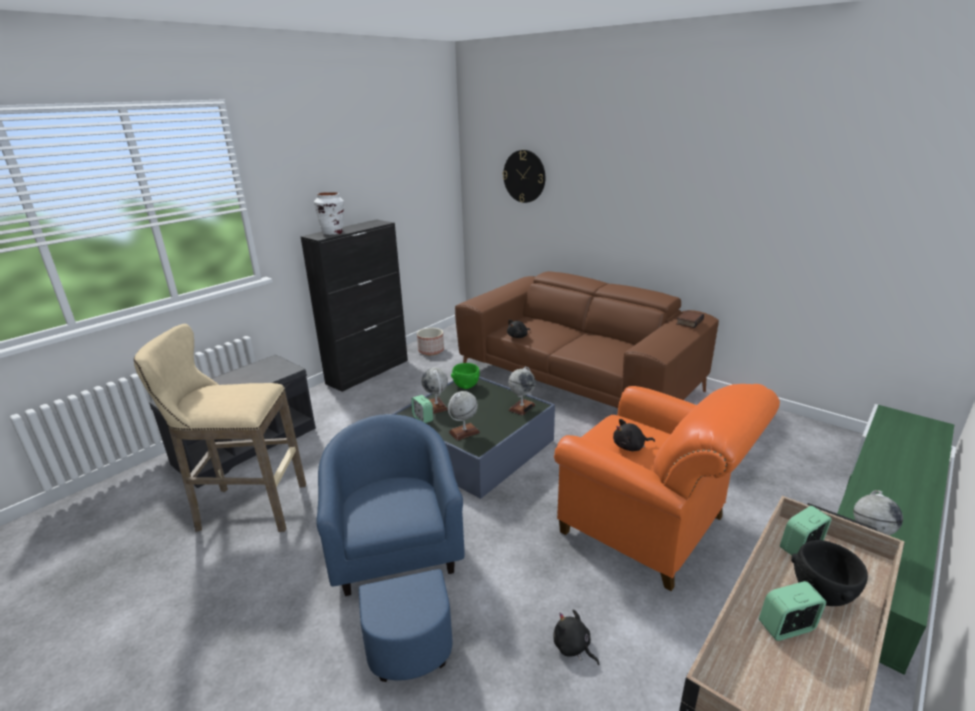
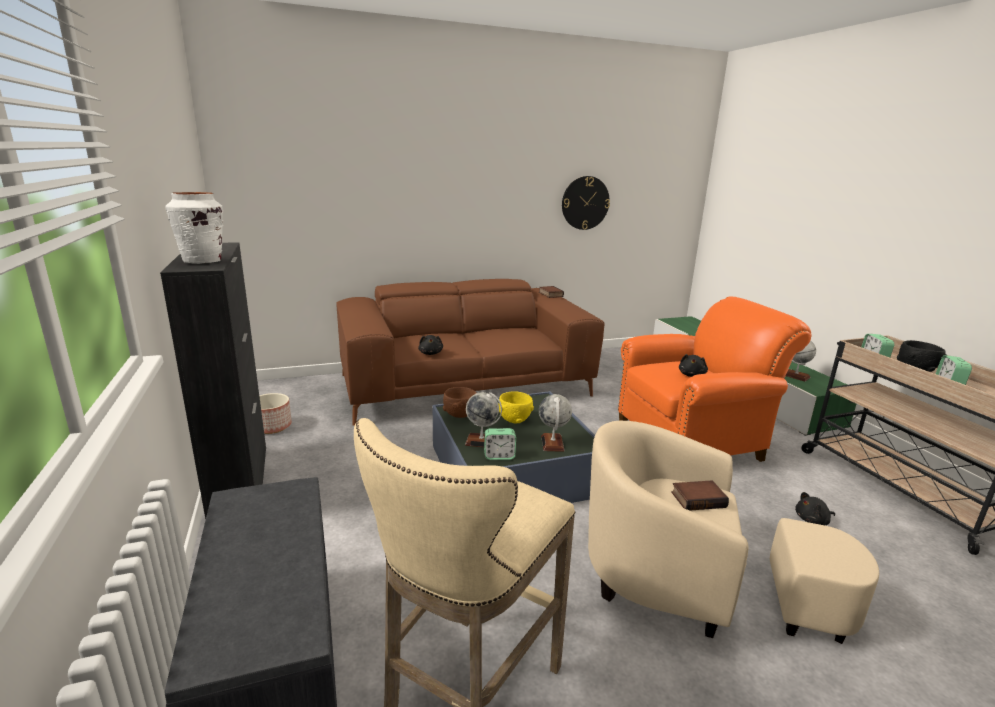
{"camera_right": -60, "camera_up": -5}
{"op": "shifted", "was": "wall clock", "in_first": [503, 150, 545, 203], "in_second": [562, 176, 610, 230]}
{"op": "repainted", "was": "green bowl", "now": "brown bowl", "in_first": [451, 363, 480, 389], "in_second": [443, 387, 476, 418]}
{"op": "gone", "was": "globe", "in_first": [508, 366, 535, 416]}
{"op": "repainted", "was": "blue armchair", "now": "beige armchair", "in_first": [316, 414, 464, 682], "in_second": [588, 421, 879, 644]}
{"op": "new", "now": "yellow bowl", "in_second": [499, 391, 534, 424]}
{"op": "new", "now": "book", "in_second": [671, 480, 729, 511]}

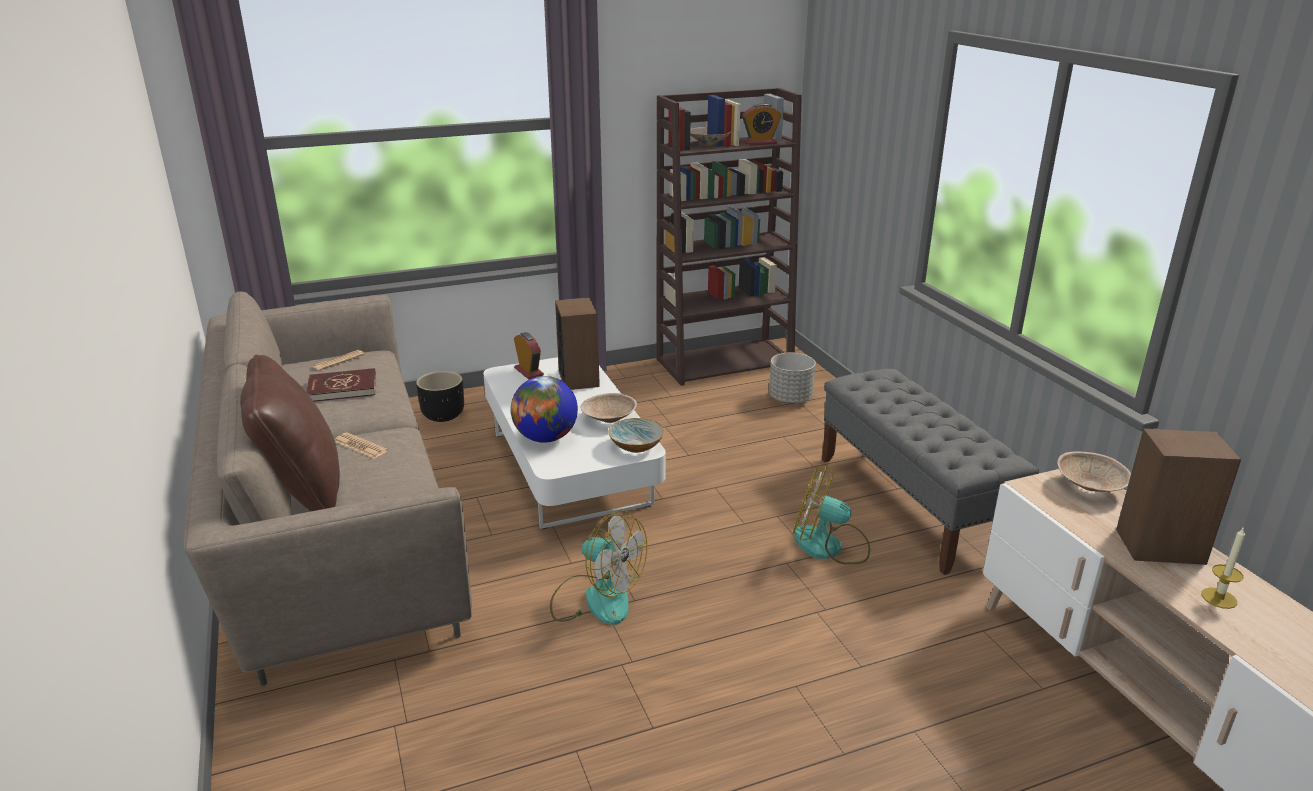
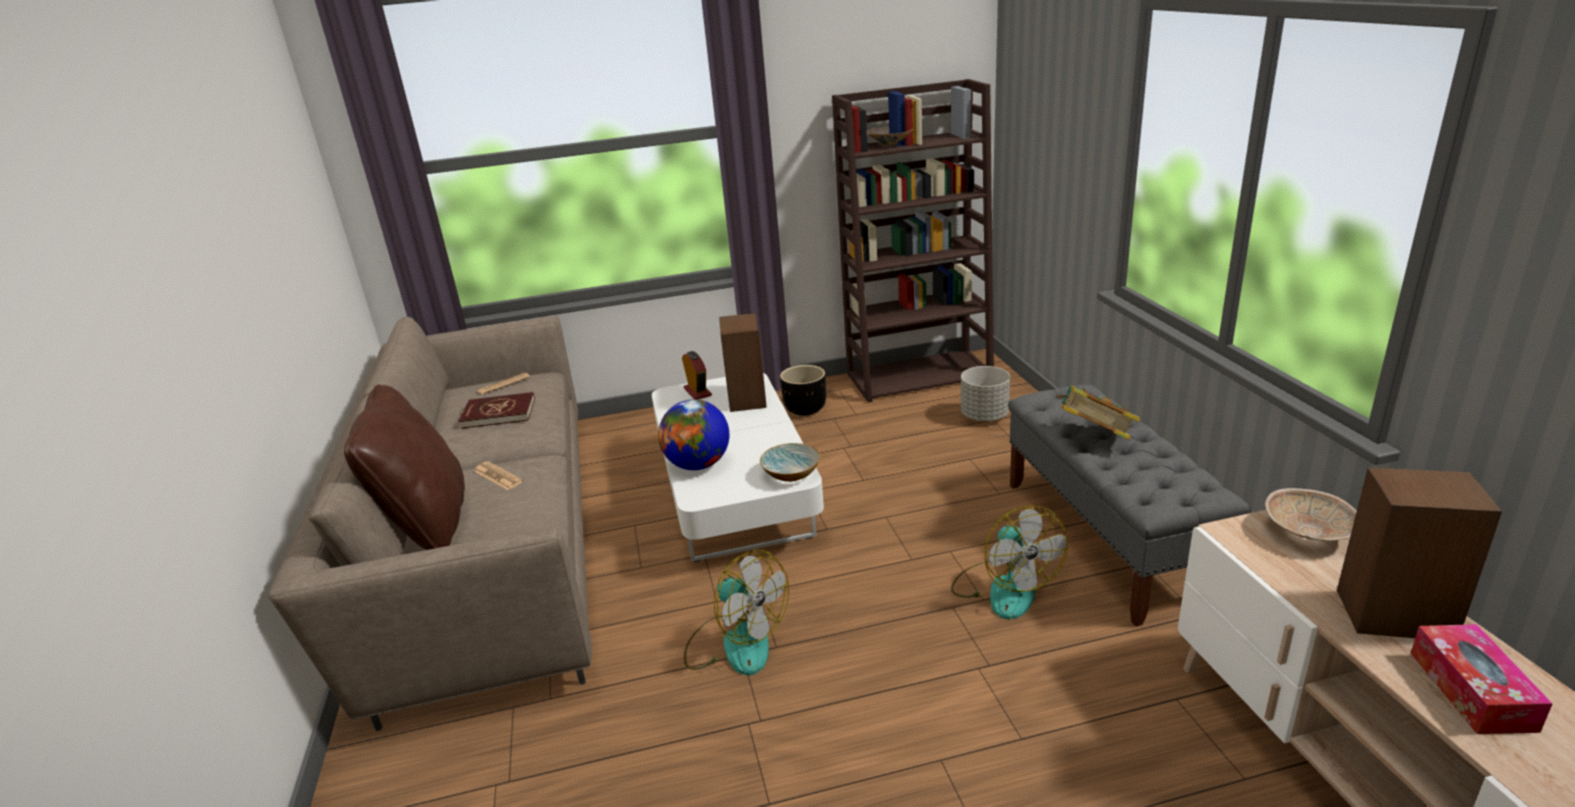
{"camera_right": 10, "camera_up": 0}
{"op": "gone", "was": "alarm clock", "in_first": [742, 103, 781, 145]}
{"op": "shifted", "was": "black planter", "in_first": [416, 371, 464, 422], "in_second": [780, 365, 826, 416]}
{"op": "gone", "was": "beige bowl", "in_first": [581, 393, 637, 423]}
{"op": "rotated", "was": "fan", "in_first": [793, 465, 870, 564], "in_second": [951, 505, 1068, 619], "clockwise": -135}
{"op": "swapped", "was": "candle", "now": "tissue box", "in_first": [1201, 527, 1245, 609], "in_second": [1411, 624, 1553, 734]}
{"op": "new", "now": "book", "in_second": [1056, 385, 1141, 440]}

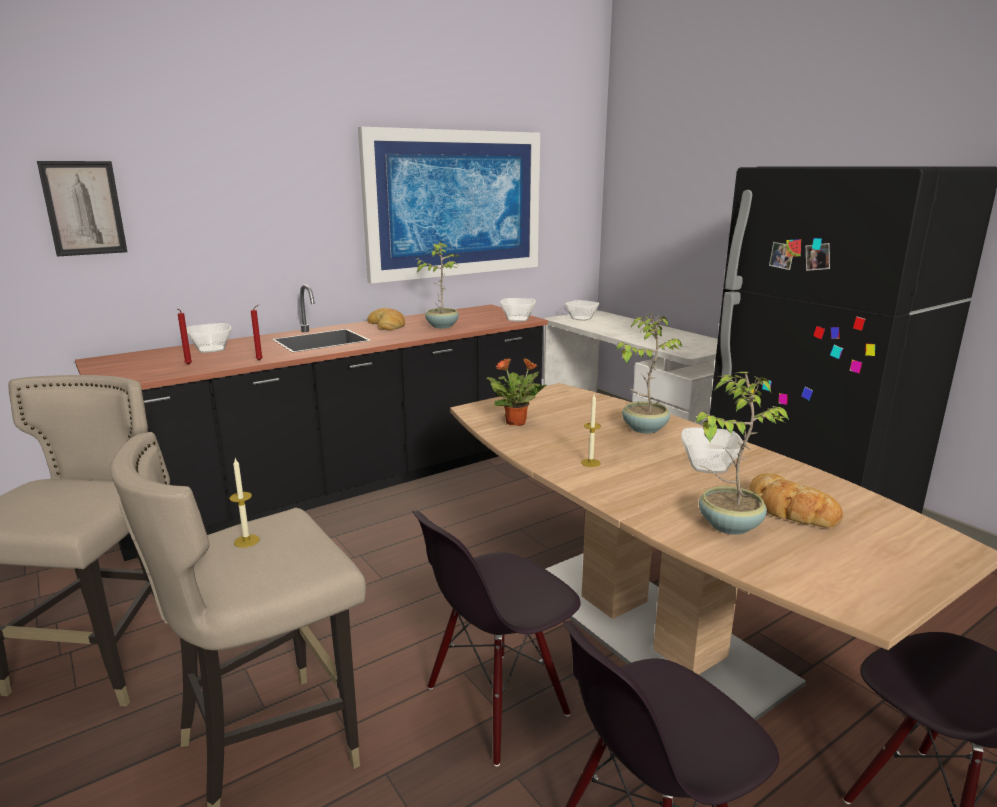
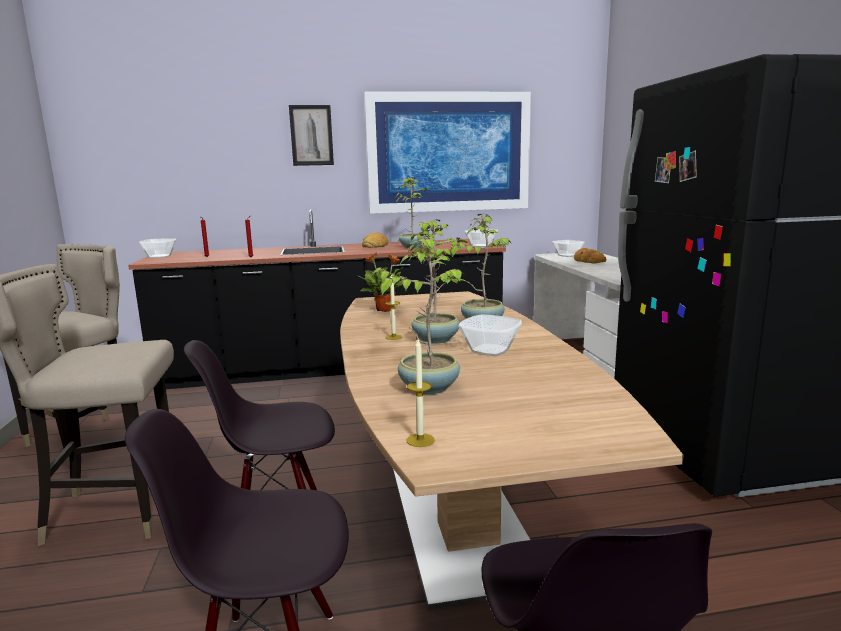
{"camera_right": 25, "camera_up": -5}
{"op": "shifted", "was": "picture", "in_first": [37, 161, 127, 257], "in_second": [289, 105, 334, 166]}
{"op": "shifted", "was": "bowl", "in_first": [186, 323, 232, 353], "in_second": [139, 238, 176, 258]}
{"op": "shifted", "was": "candle", "in_first": [229, 458, 260, 548], "in_second": [406, 340, 435, 447]}
{"op": "shifted", "was": "bread", "in_first": [749, 473, 844, 528], "in_second": [574, 248, 606, 264]}
{"op": "new", "now": "potted plant", "in_second": [407, 219, 467, 344]}

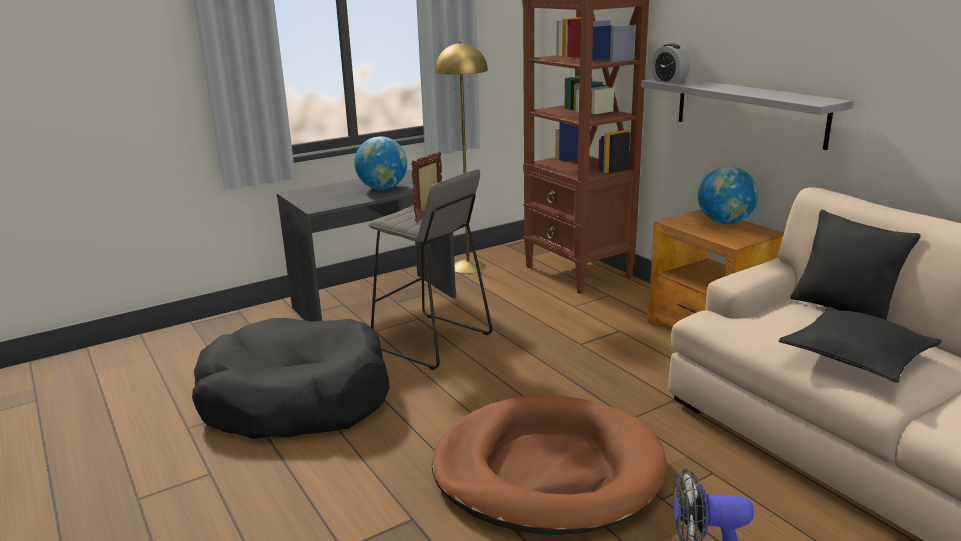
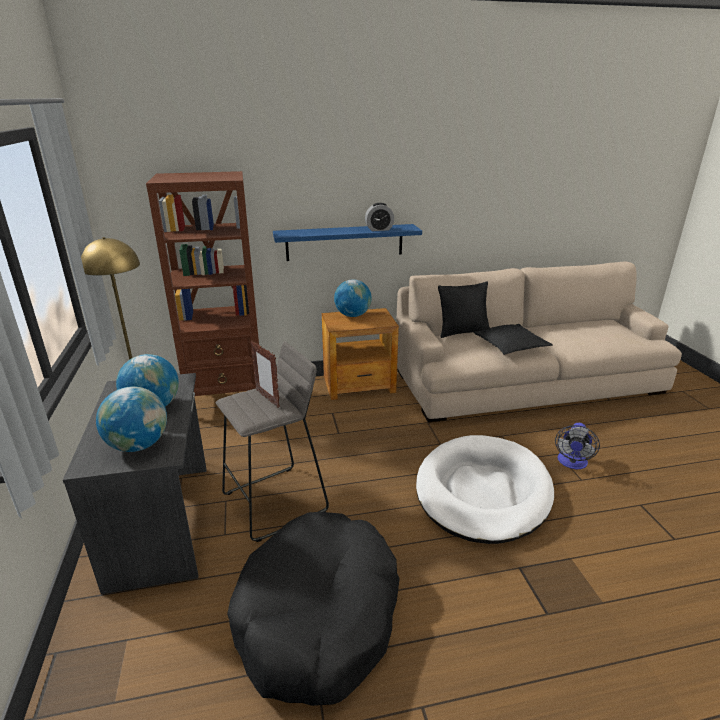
{"camera_right": -70, "camera_up": 5}
{"op": "shifted", "was": "alarm clock", "in_first": [651, 44, 690, 84], "in_second": [365, 203, 394, 231]}
{"op": "repainted", "was": "grey shelf", "now": "blue shelf", "in_first": [641, 79, 853, 150], "in_second": [273, 224, 422, 261]}
{"op": "repainted", "was": "brown dog bed", "now": "white dog bed", "in_first": [432, 395, 667, 535], "in_second": [416, 435, 554, 544]}
{"op": "new", "now": "globe", "in_second": [96, 386, 167, 452]}

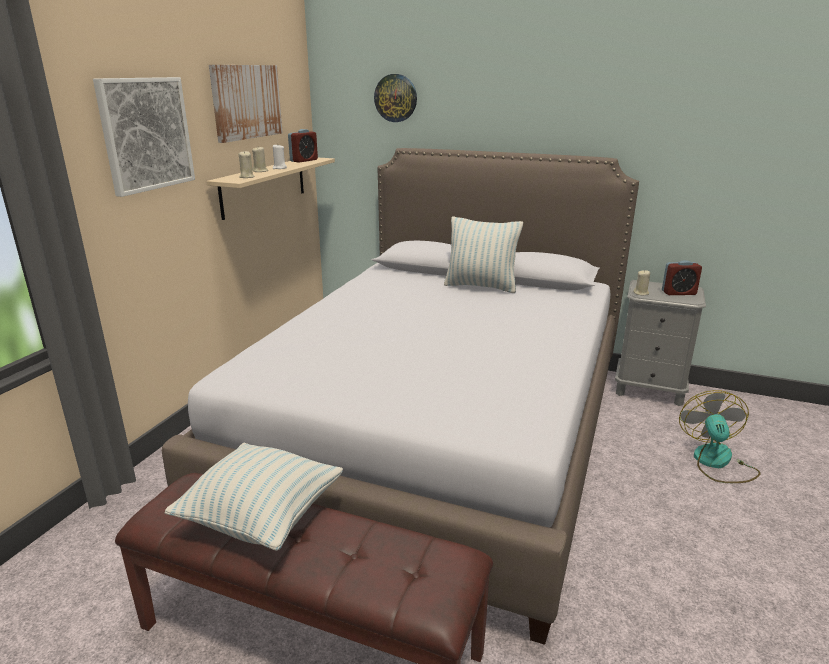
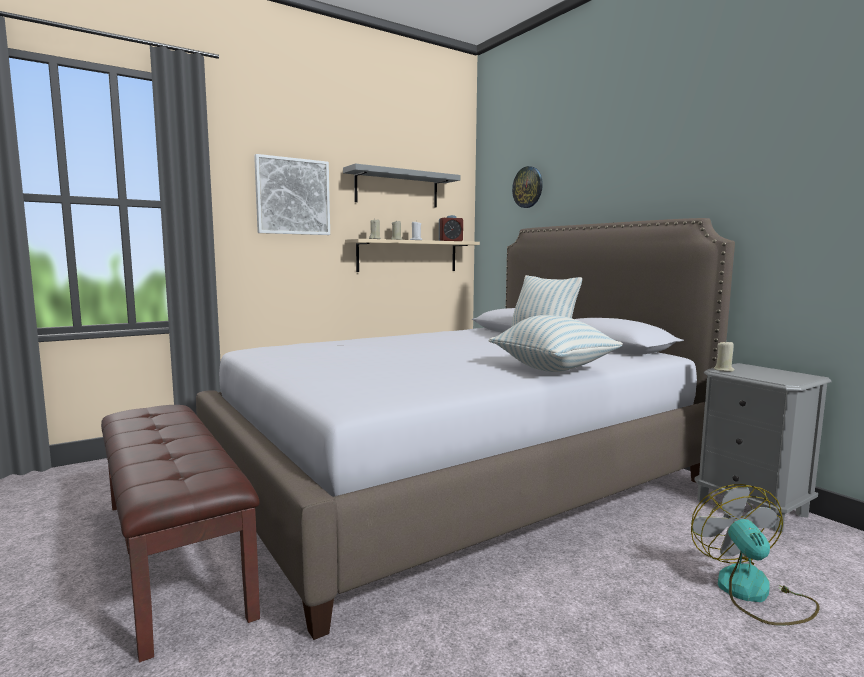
{"camera_right": 35, "camera_up": -15}
{"op": "swapped", "was": "picture", "now": "grey shelf", "in_first": [209, 65, 283, 143], "in_second": [343, 163, 460, 208]}
{"op": "gone", "was": "alarm clock", "in_first": [662, 260, 702, 295]}
{"op": "rotated", "was": "fan", "in_first": [679, 390, 760, 483], "in_second": [691, 484, 820, 626], "clockwise": -45}
{"op": "shifted", "was": "pillow", "in_first": [164, 443, 343, 551], "in_second": [489, 315, 623, 372]}

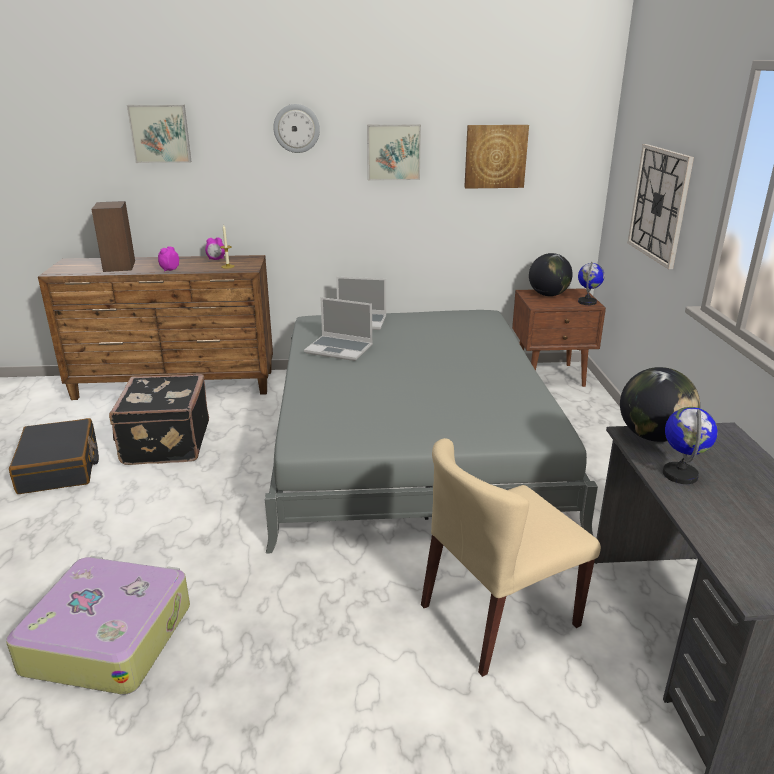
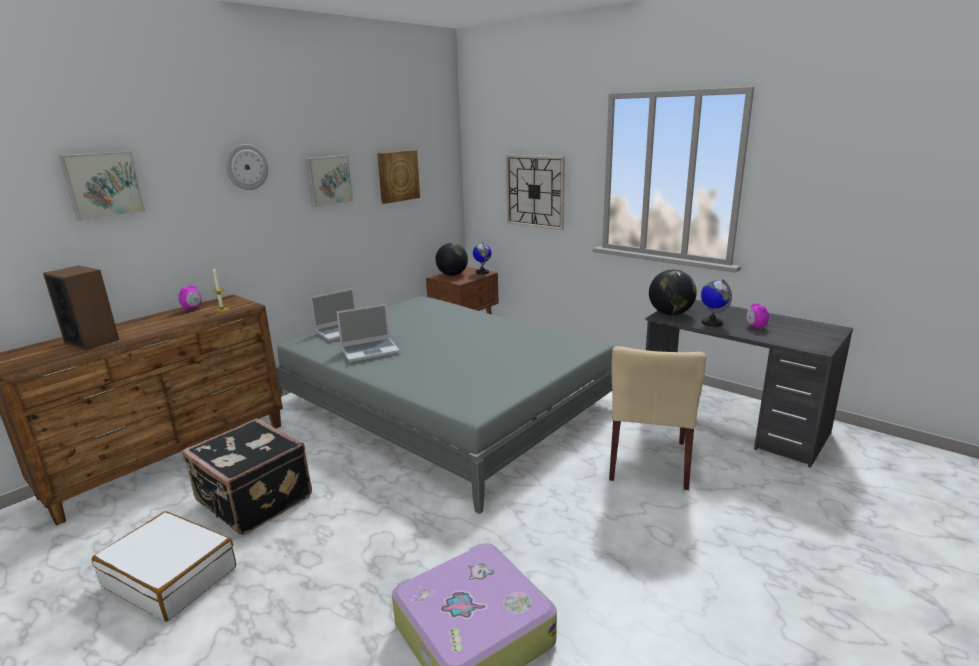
{"camera_right": -45, "camera_up": -5}
{"op": "shifted", "was": "alarm clock", "in_first": [158, 246, 179, 271], "in_second": [746, 303, 769, 329]}
{"op": "repainted", "was": "black suitcase", "now": "white suitcase", "in_first": [9, 418, 99, 494], "in_second": [92, 511, 236, 622]}

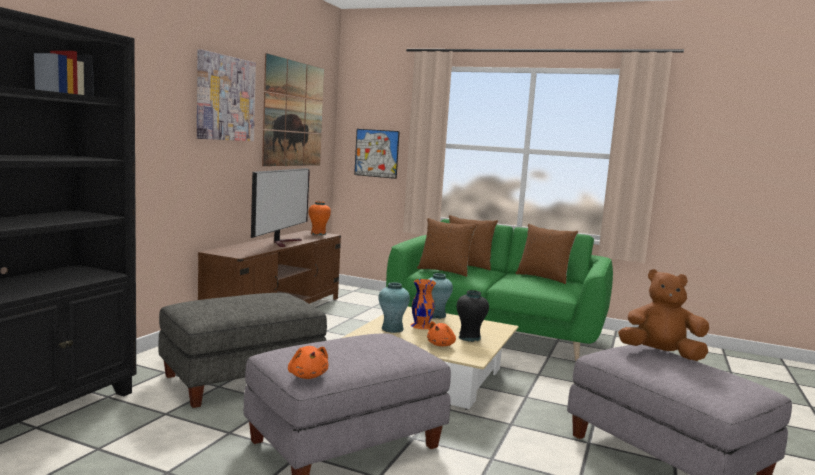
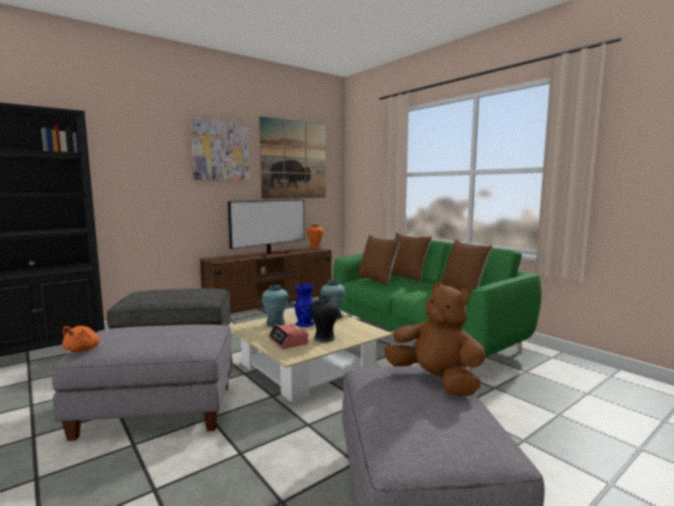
{"camera_right": 30, "camera_up": 0}
{"op": "gone", "was": "picture", "in_first": [354, 129, 400, 179]}
{"op": "repainted", "was": "orange vase", "now": "blue vase", "in_first": [411, 279, 436, 329], "in_second": [295, 284, 314, 327]}
{"op": "swapped", "was": "orange plush toy", "now": "alarm clock", "in_first": [427, 321, 456, 346], "in_second": [268, 323, 308, 349]}

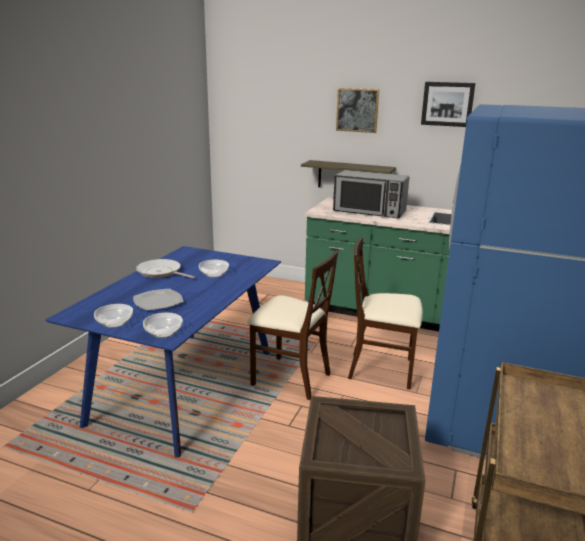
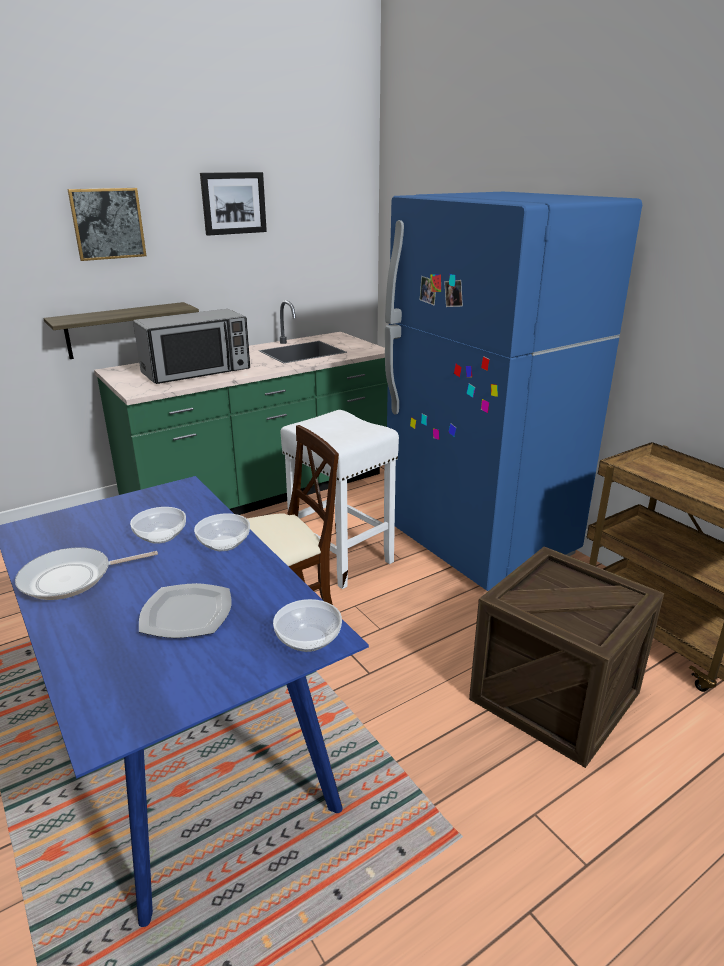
{"camera_right": -55, "camera_up": 5}
{"op": "swapped", "was": "beige chair", "now": "white stool", "in_first": [348, 237, 423, 390], "in_second": [280, 410, 399, 589]}
{"op": "shifted", "was": "bowl", "in_first": [94, 304, 133, 328], "in_second": [194, 513, 250, 551]}

